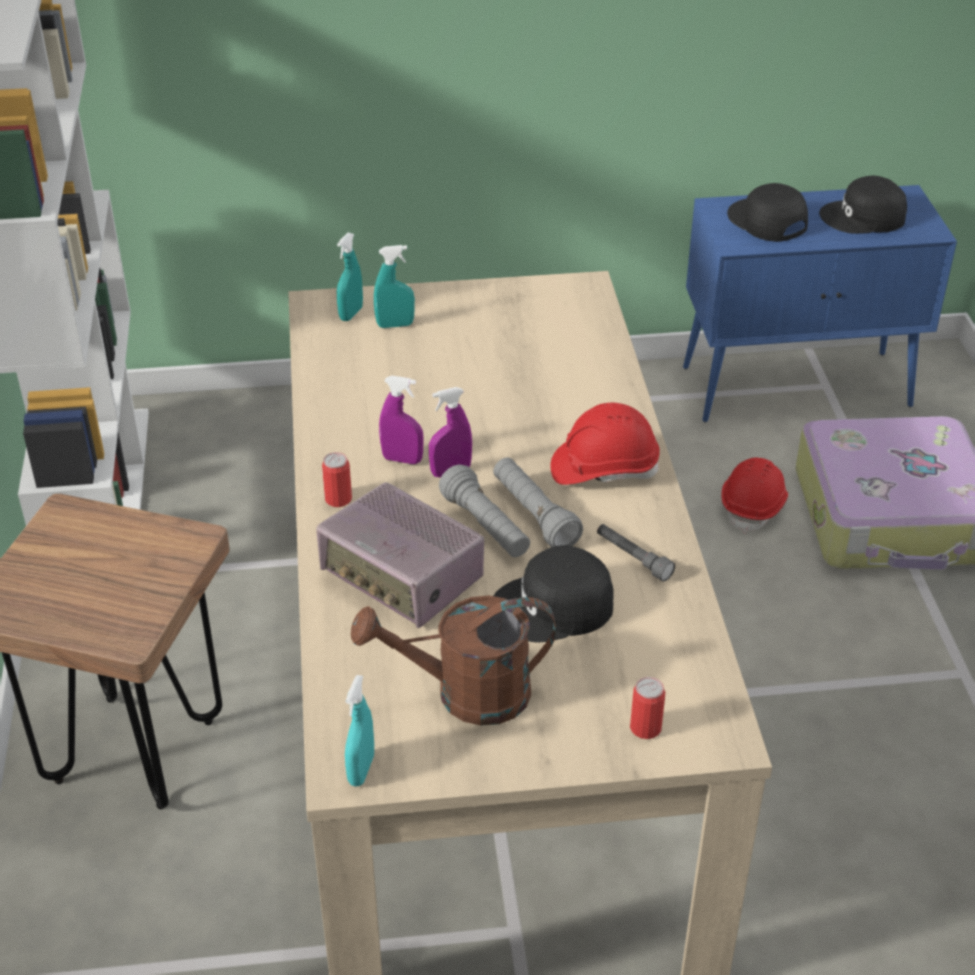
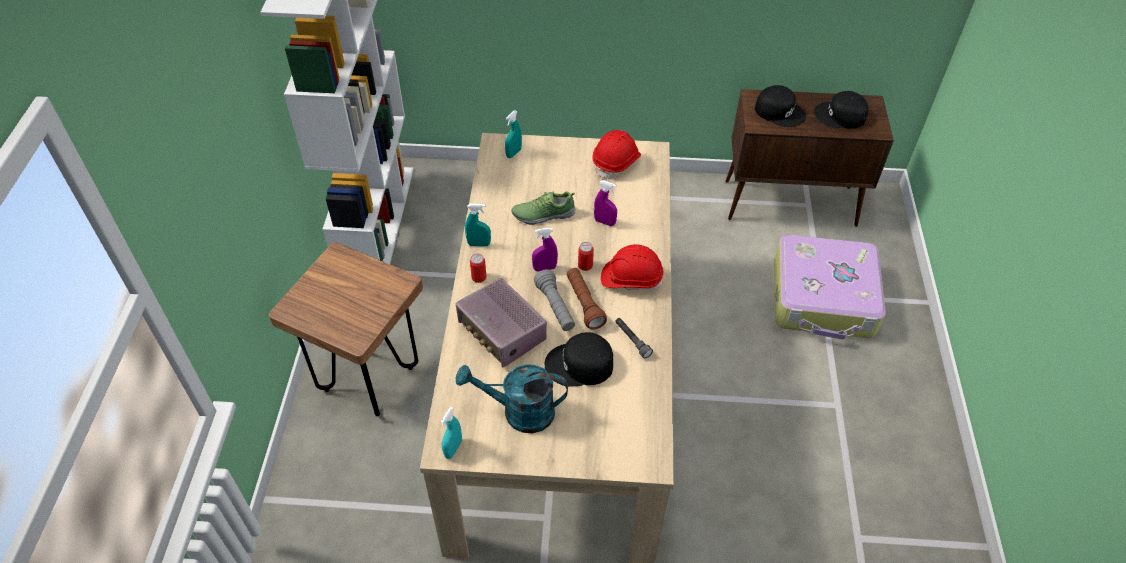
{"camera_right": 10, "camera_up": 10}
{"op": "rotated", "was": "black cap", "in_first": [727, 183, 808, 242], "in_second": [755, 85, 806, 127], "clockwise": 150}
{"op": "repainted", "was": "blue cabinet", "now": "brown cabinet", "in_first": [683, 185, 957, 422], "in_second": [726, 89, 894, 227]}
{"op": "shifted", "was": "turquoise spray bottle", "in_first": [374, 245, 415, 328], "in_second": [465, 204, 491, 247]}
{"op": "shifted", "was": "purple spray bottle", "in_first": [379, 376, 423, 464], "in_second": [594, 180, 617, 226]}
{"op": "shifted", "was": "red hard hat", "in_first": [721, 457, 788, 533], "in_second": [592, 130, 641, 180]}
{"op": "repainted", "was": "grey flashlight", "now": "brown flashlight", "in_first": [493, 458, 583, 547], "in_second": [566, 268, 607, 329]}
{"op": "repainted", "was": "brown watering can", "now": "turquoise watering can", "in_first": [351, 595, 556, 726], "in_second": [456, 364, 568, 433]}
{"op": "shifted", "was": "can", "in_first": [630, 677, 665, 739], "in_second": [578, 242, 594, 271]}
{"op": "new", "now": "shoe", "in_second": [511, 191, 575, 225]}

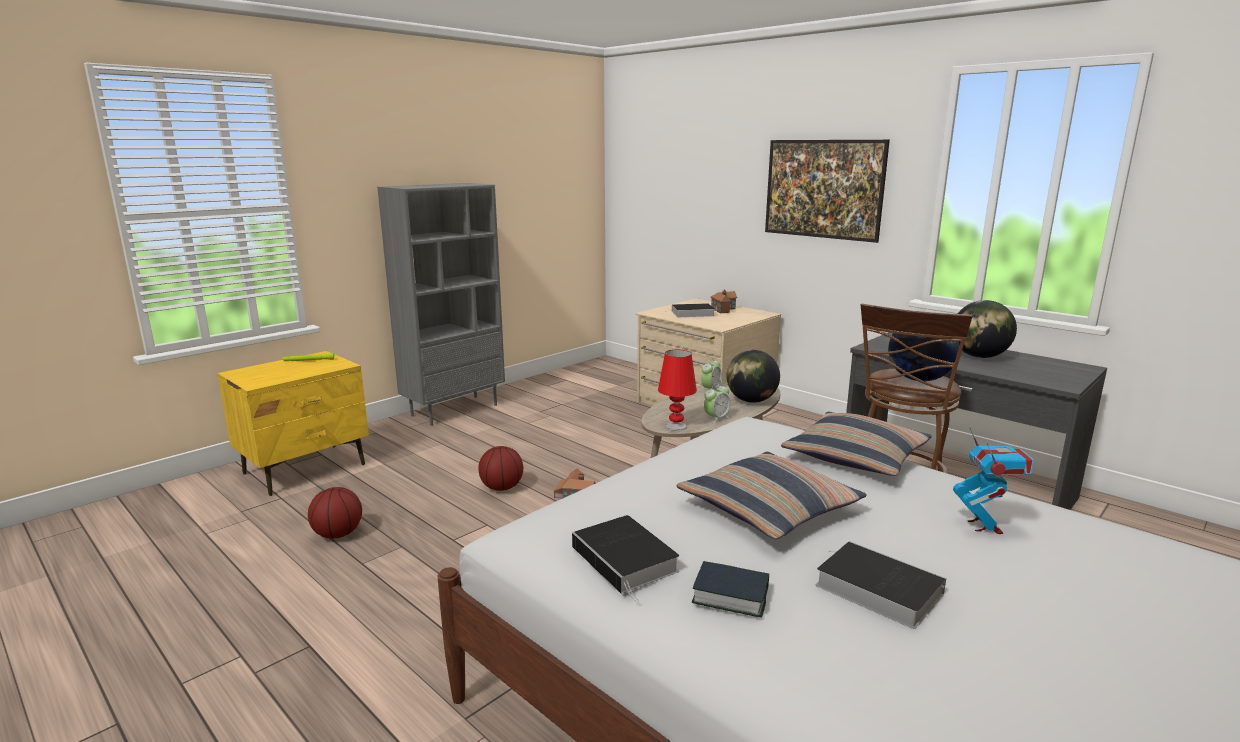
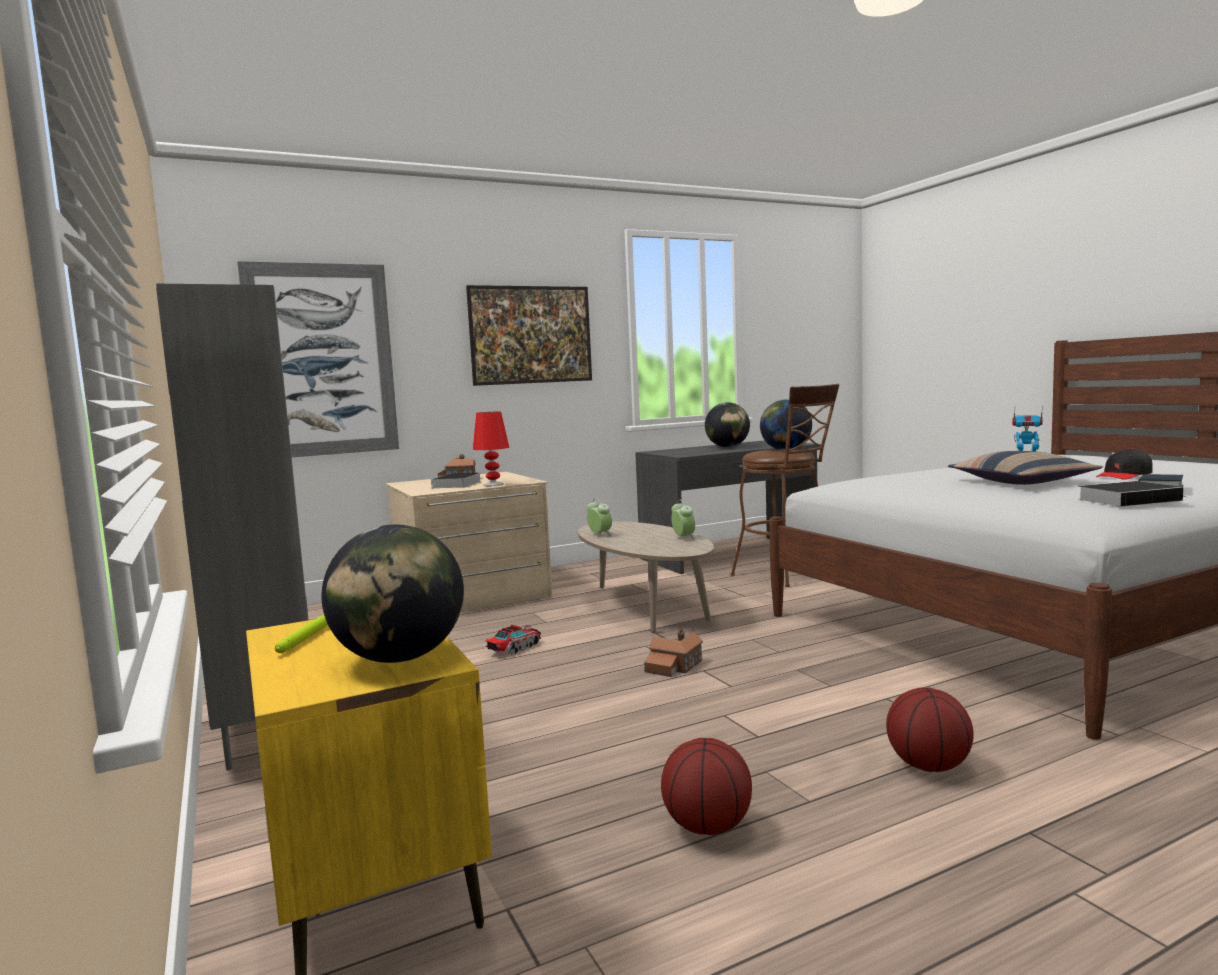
{"camera_right": -70, "camera_up": -10}
{"op": "shifted", "was": "red table lamp", "in_first": [658, 350, 697, 431], "in_second": [473, 411, 509, 486]}
{"op": "shifted", "was": "globe", "in_first": [727, 350, 780, 403], "in_second": [322, 524, 464, 663]}
{"op": "gone", "was": "pillow", "in_first": [781, 412, 932, 476]}
{"op": "shifted", "was": "basketball", "in_first": [478, 446, 523, 491], "in_second": [886, 688, 974, 772]}
{"op": "swapped", "was": "book", "now": "black cap", "in_first": [816, 541, 946, 629], "in_second": [1096, 448, 1153, 480]}
{"op": "new", "now": "picture", "in_second": [237, 261, 399, 457]}
{"op": "new", "now": "toy truck", "in_second": [485, 625, 541, 655]}

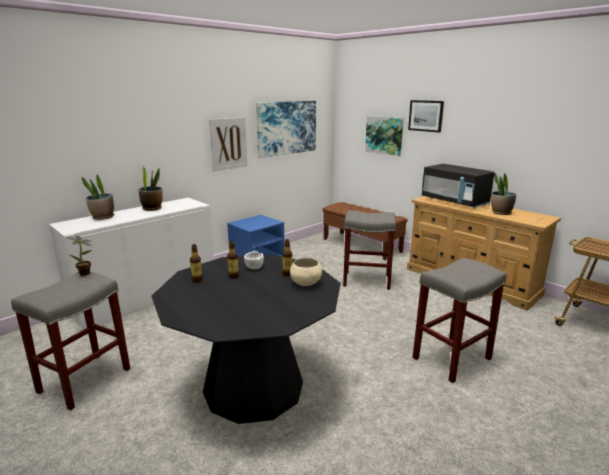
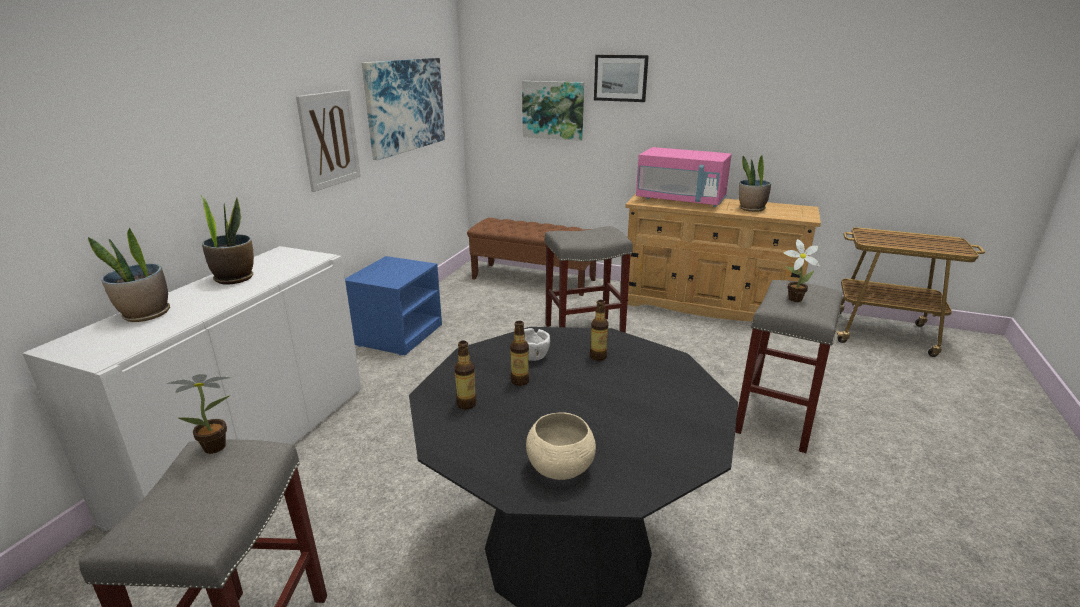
{"camera_right": -25, "camera_up": 5}
{"op": "repainted", "was": "black microwave", "now": "pink microwave", "in_first": [422, 164, 495, 209], "in_second": [636, 147, 731, 207]}
{"op": "shifted", "was": "beige bowl", "in_first": [290, 258, 322, 286], "in_second": [526, 412, 596, 480]}
{"op": "new", "now": "potted plant", "in_second": [784, 239, 820, 302]}

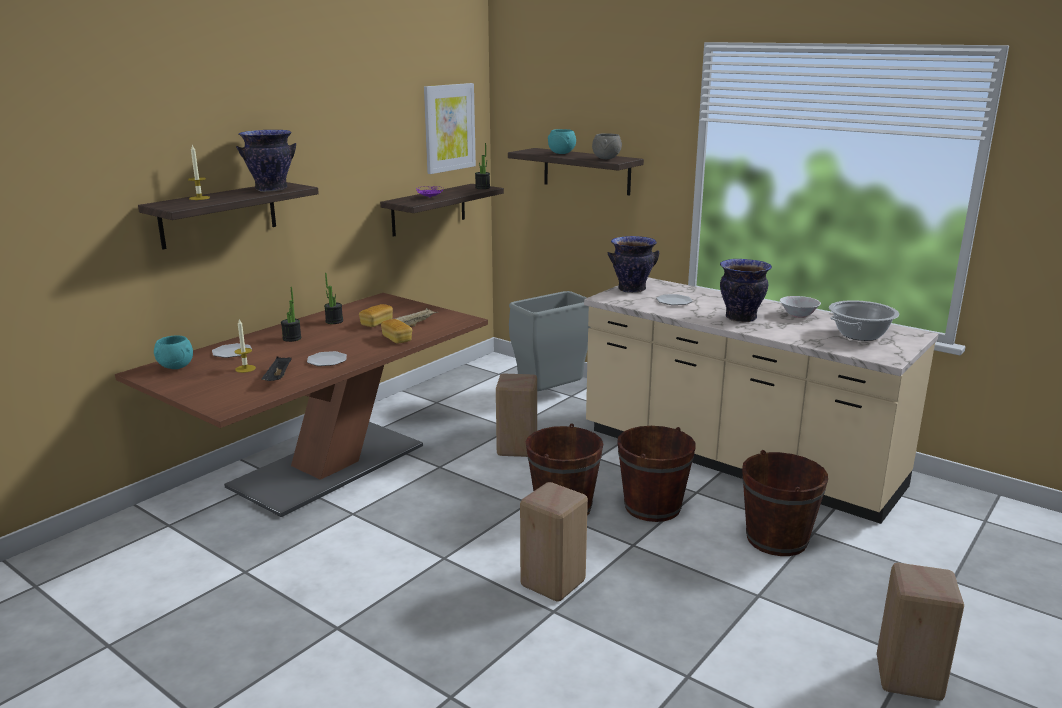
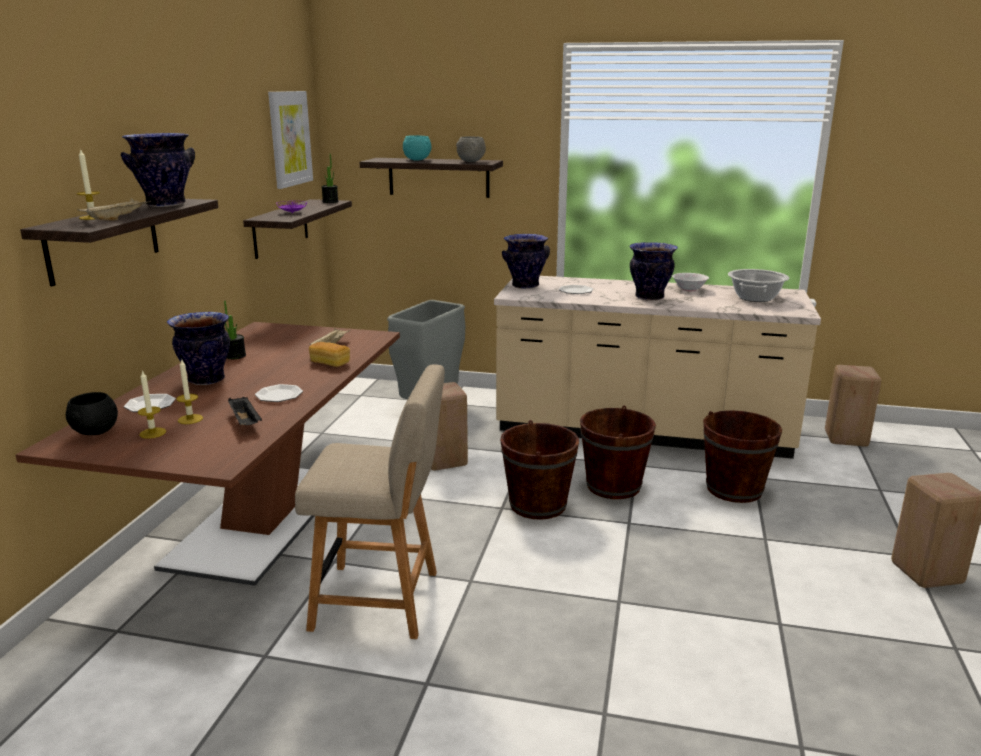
{"camera_right": -25, "camera_up": 0}
{"op": "swapped", "was": "potted plant", "now": "vase", "in_first": [281, 287, 302, 342], "in_second": [167, 312, 230, 385]}
{"op": "gone", "was": "bread", "in_first": [359, 304, 393, 327]}
{"op": "repainted", "was": "turquoise bowl", "now": "black bowl", "in_first": [154, 335, 193, 369], "in_second": [66, 392, 118, 435]}
{"op": "shifted", "was": "beige stool", "in_first": [520, 482, 588, 602], "in_second": [825, 365, 881, 447]}
{"op": "new", "now": "beige tray", "in_second": [77, 198, 151, 221]}
{"op": "new", "now": "beige chair", "in_second": [295, 364, 445, 639]}
{"op": "new", "now": "candle", "in_second": [137, 370, 166, 439]}

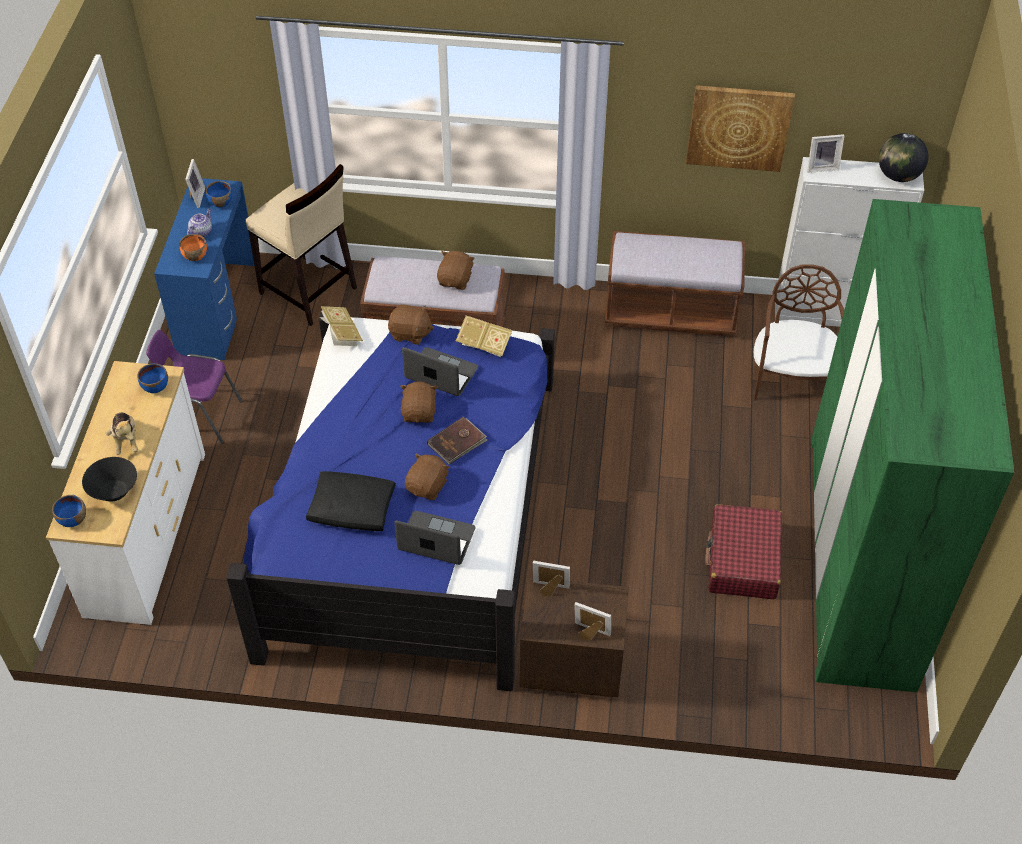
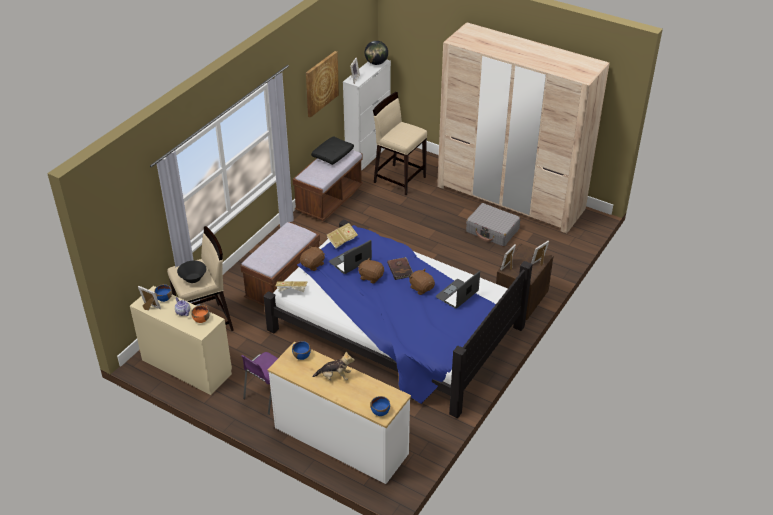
{"camera_right": -65, "camera_up": -10}
{"op": "repainted", "was": "blue desk", "now": "beige desk", "in_first": [154, 178, 254, 360], "in_second": [130, 286, 232, 395]}
{"op": "repainted", "was": "green wardrobe", "now": "beige wardrobe", "in_first": [812, 199, 1014, 692], "in_second": [437, 22, 610, 233]}
{"op": "gone", "was": "brown plush toy", "in_first": [437, 251, 475, 290]}
{"op": "swapped", "was": "brown chair", "now": "beige stool", "in_first": [754, 264, 844, 401], "in_second": [373, 92, 427, 196]}
{"op": "shifted", "was": "black bowl", "in_first": [82, 457, 137, 502], "in_second": [177, 260, 207, 283]}
{"op": "shifted", "was": "black pillow", "in_first": [306, 471, 396, 531], "in_second": [311, 136, 354, 165]}
{"op": "repainted", "was": "red suitcase", "now": "grey suitcase", "in_first": [705, 504, 782, 599], "in_second": [466, 203, 521, 247]}

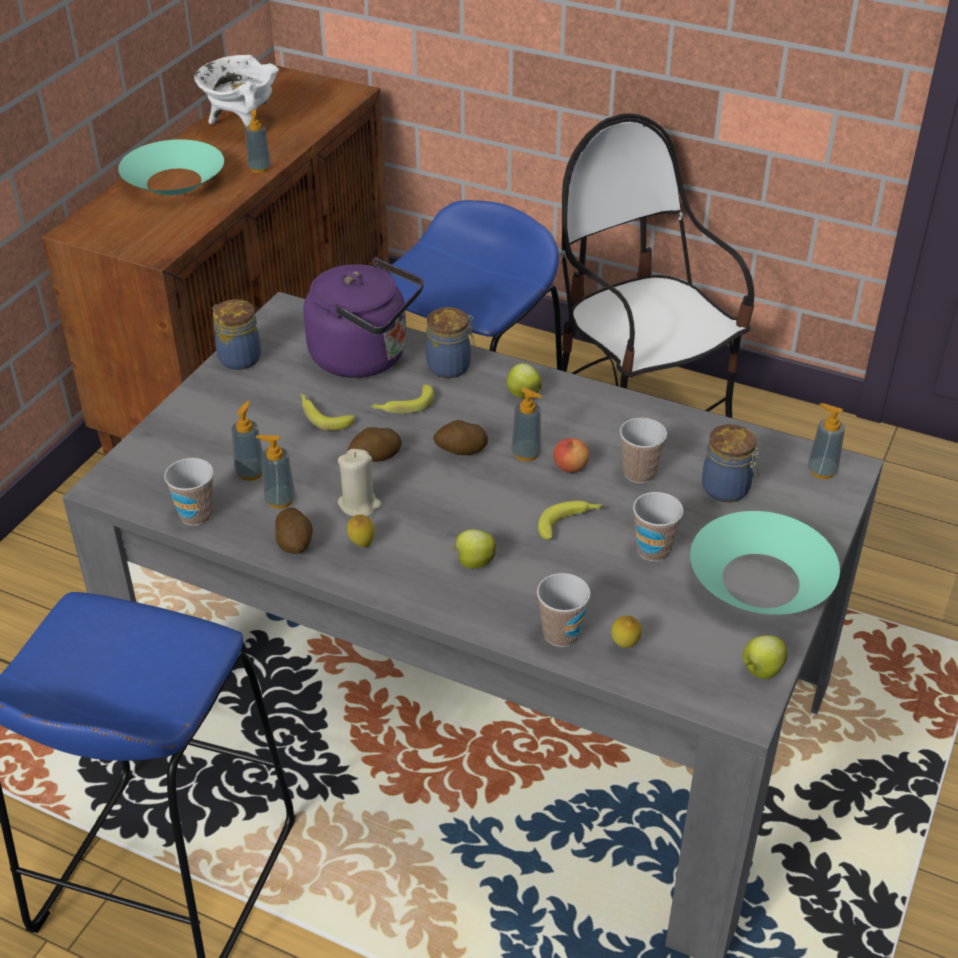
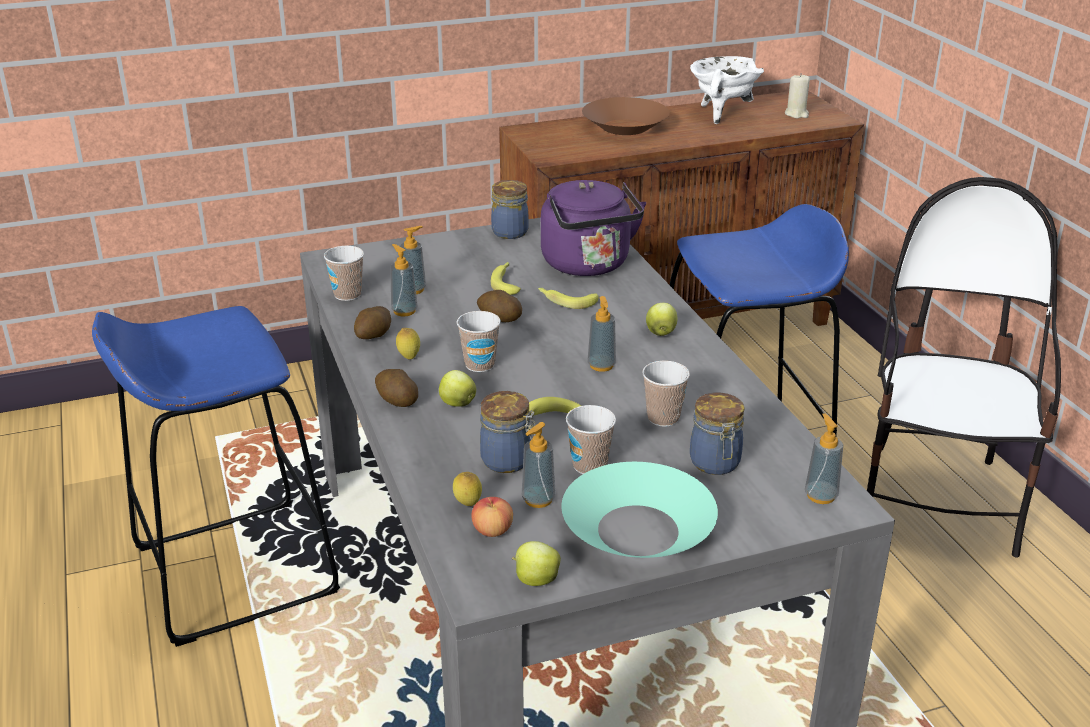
{"camera_right": 45, "camera_up": -10}
{"op": "shifted", "was": "soap dispenser", "in_first": [245, 110, 271, 173], "in_second": [522, 422, 556, 508]}
{"op": "repainted", "was": "turquoise bowl", "now": "brown bowl", "in_first": [118, 139, 224, 195], "in_second": [582, 97, 670, 135]}
{"op": "shifted", "was": "jar", "in_first": [426, 307, 475, 378], "in_second": [480, 391, 535, 473]}
{"op": "shifted", "was": "potato", "in_first": [433, 420, 488, 455], "in_second": [375, 369, 418, 407]}
{"op": "shifted", "was": "apple", "in_first": [553, 438, 590, 473], "in_second": [471, 497, 513, 537]}
{"op": "shifted", "was": "beige candle", "in_first": [338, 449, 382, 517], "in_second": [785, 73, 810, 118]}
{"op": "shifted", "was": "cup", "in_first": [537, 573, 591, 647], "in_second": [457, 311, 501, 372]}

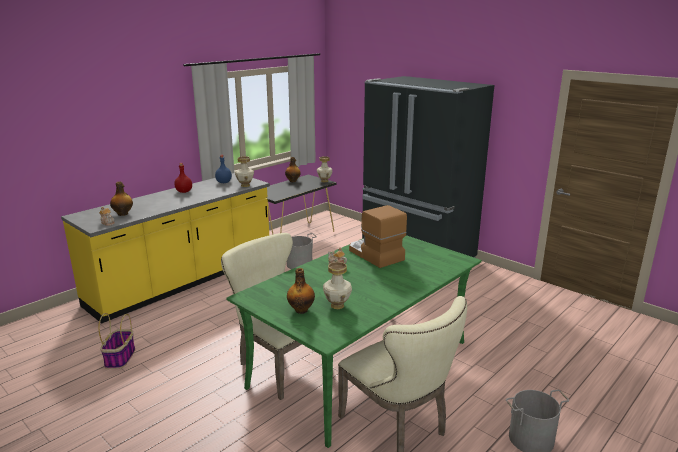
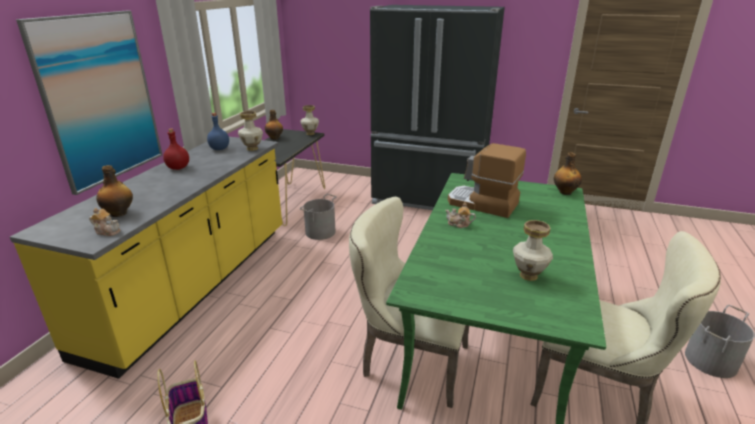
{"camera_right": -25, "camera_up": 5}
{"op": "shifted", "was": "bottle", "in_first": [287, 268, 315, 314], "in_second": [554, 153, 582, 195]}
{"op": "new", "now": "picture", "in_second": [16, 11, 162, 195]}

